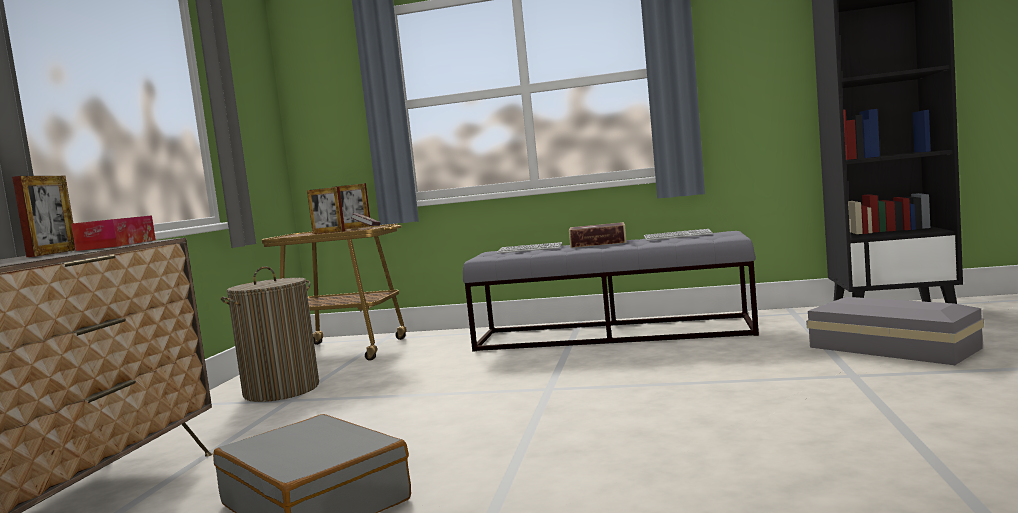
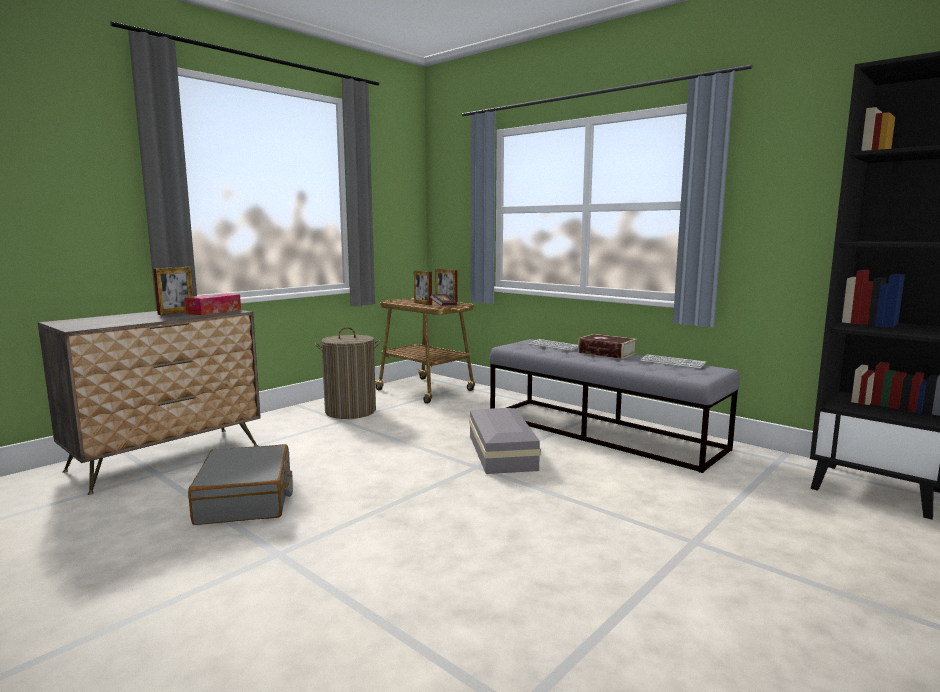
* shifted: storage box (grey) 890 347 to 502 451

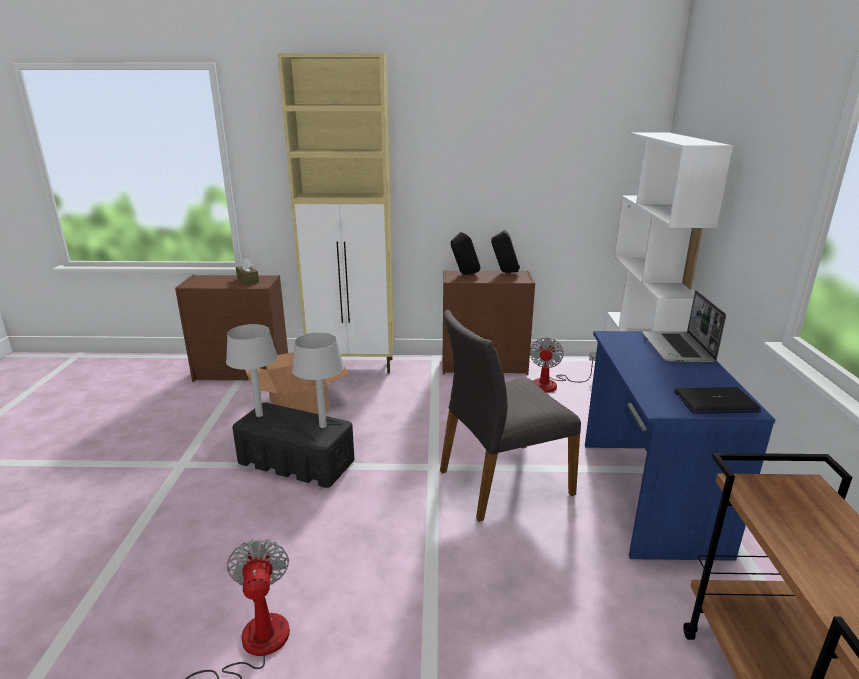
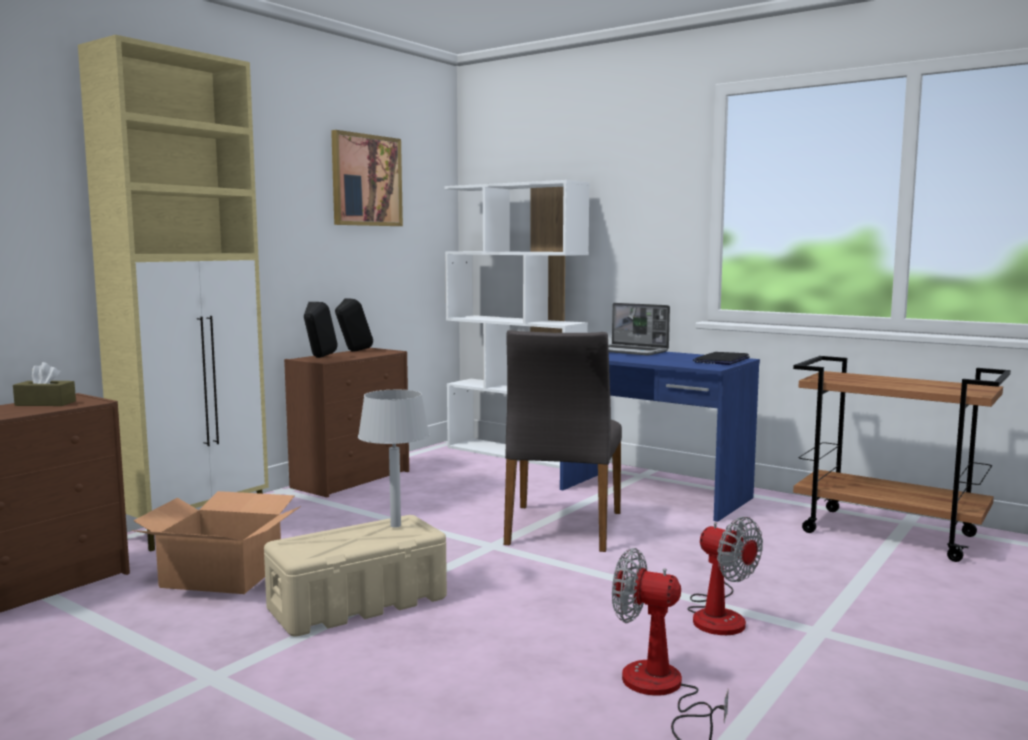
* repainted: storage box (black) 297 462 to storage box (beige) 359 603
* new: picture 366 180
* shifted: fan 552 384 to 718 614
* gone: table lamp (grey) 260 415

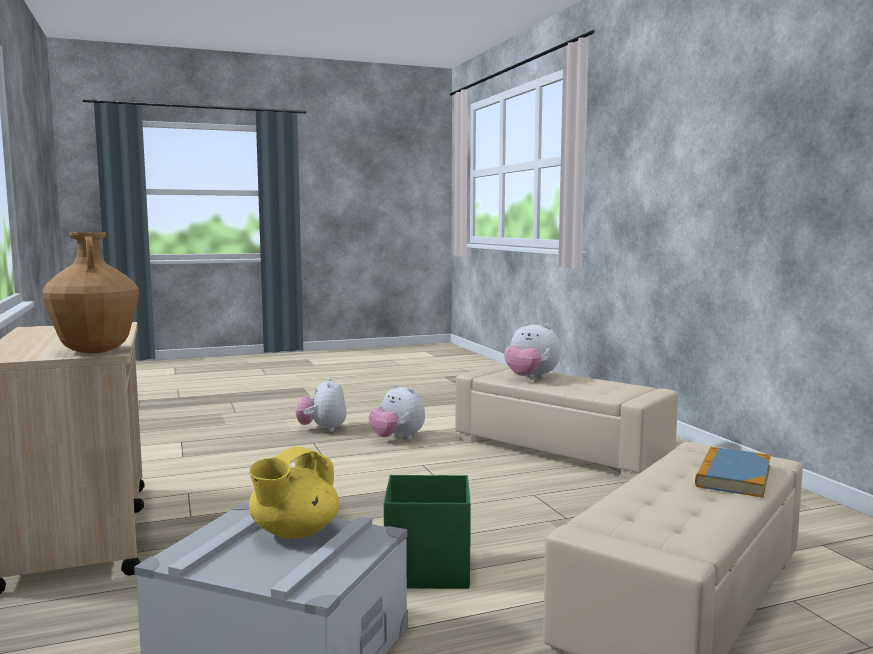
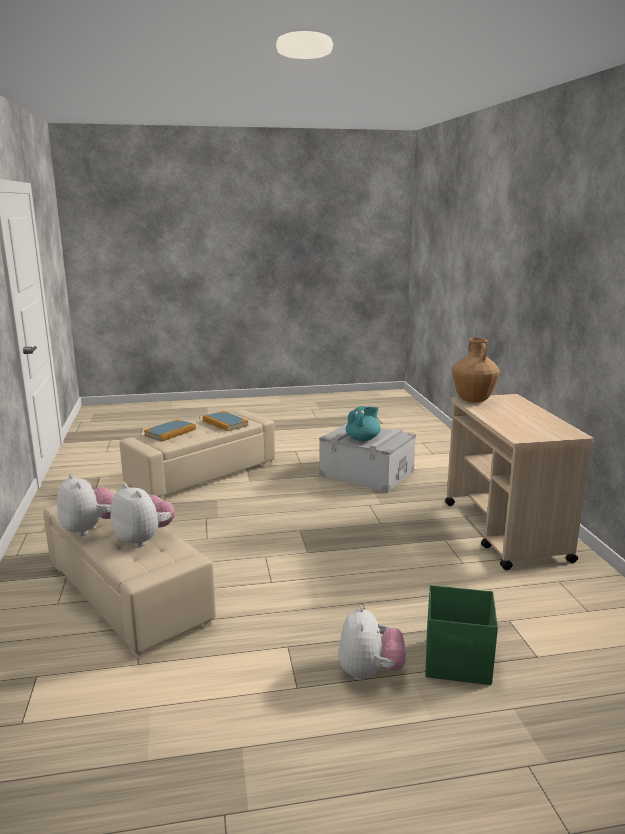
* shifted: plush toy 397 439 to 89 529
* new: book 225 423
* repainted: teapot (yellow) 293 533 to teapot (turquoise) 363 439
* shifted: storage box (green) 426 570 to 458 662

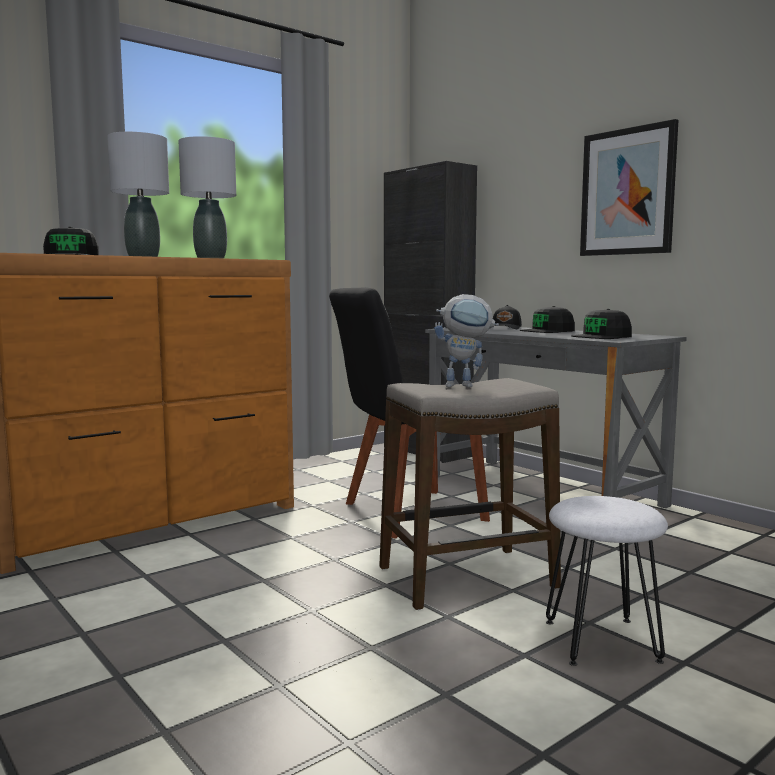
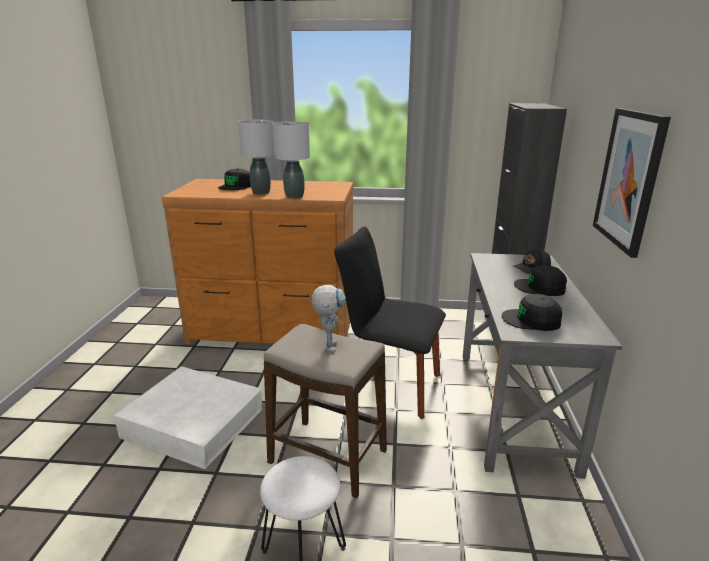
* new: storage box (white) 193 422
* rotated: toy robot 466 385 = 329 344 135 degrees counterclockwise

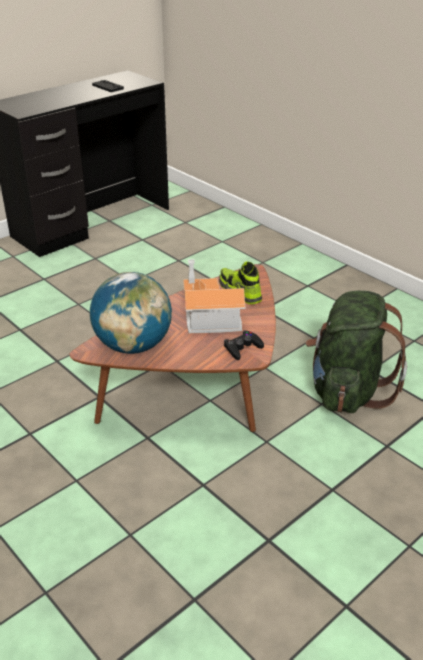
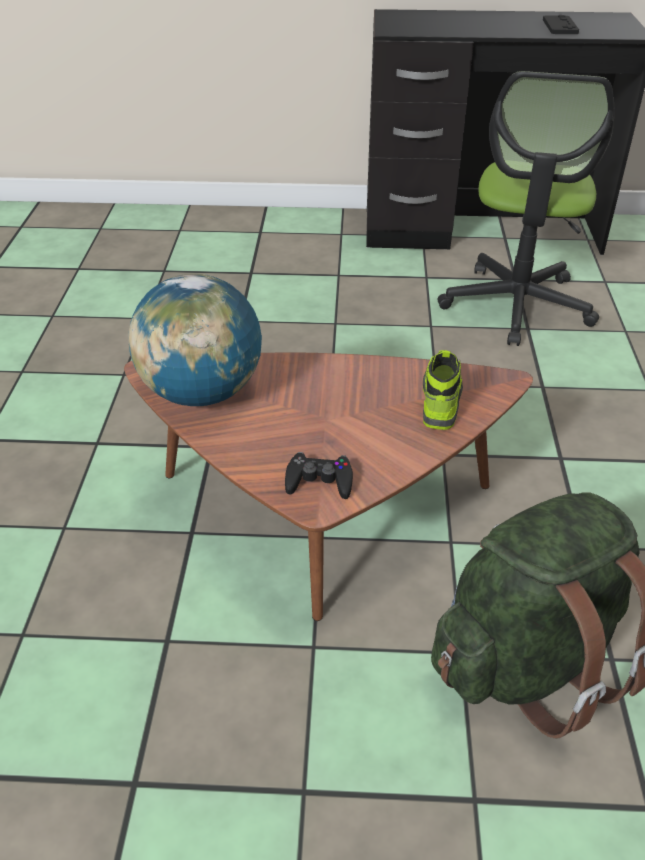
* new: office chair 516 305
* gone: toy house 208 316

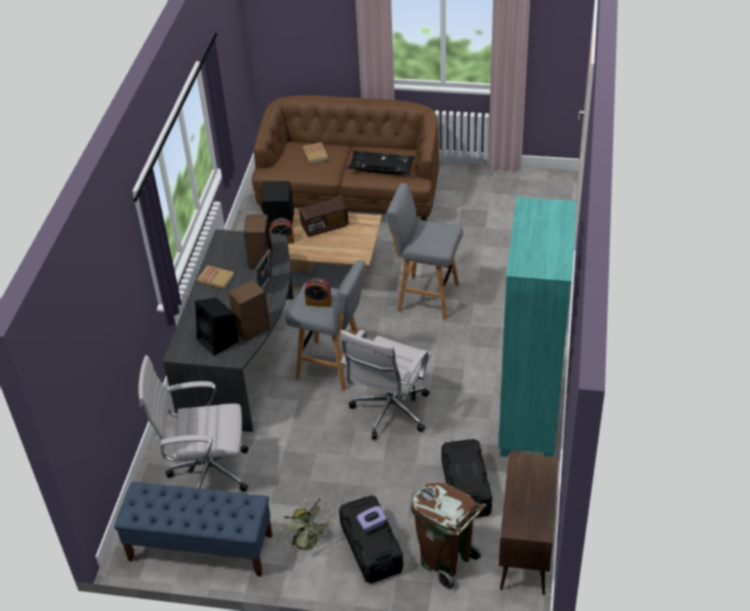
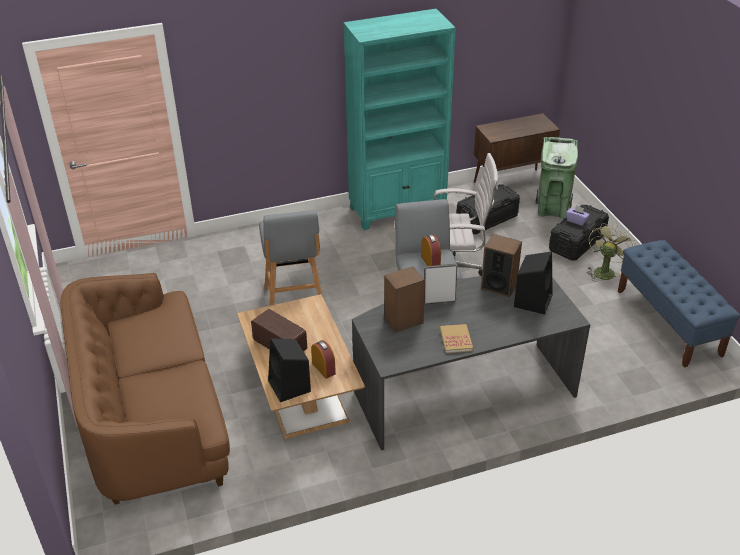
* repainted: trash can (brown) 446 561 to trash can (green) 552 209
* gone: office chair (white) 206 473
* gone: book 315 154
* gone: pillow (black) 381 168

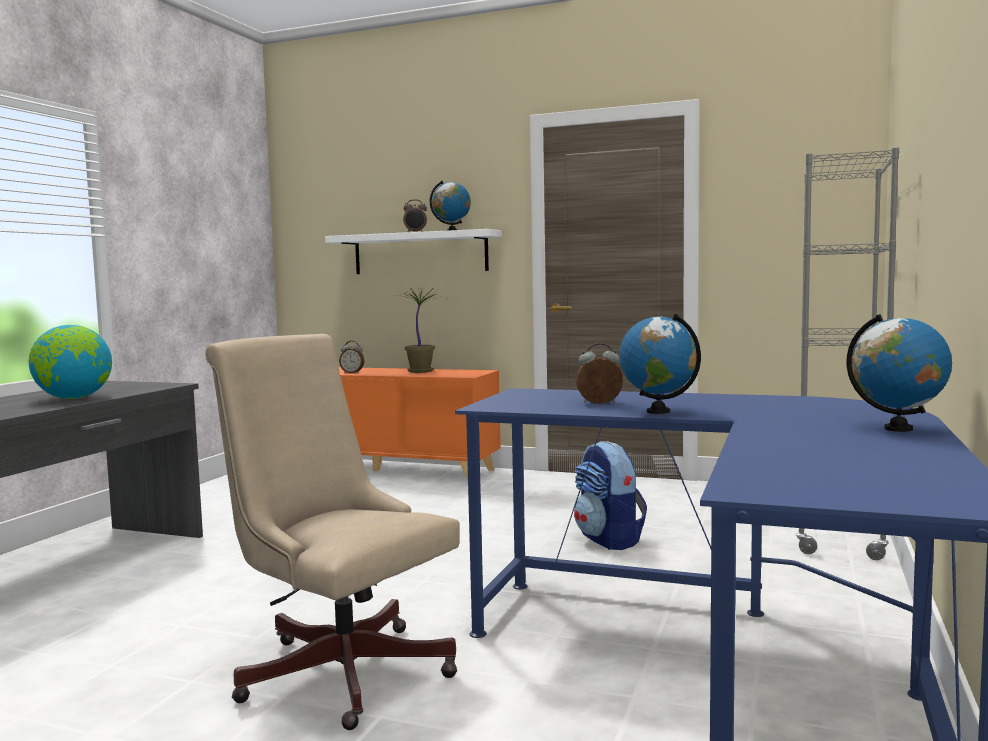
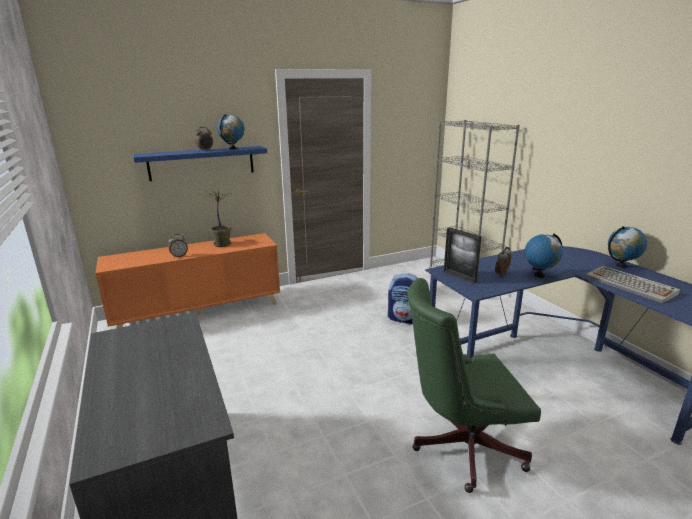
* repainted: shelf (white) 420 253 to shelf (blue) 202 163
* repainted: office chair (beige) 338 668 to office chair (green) 460 447
* new: picture frame 459 277
* new: keyboard 631 285
* gone: globe 73 398

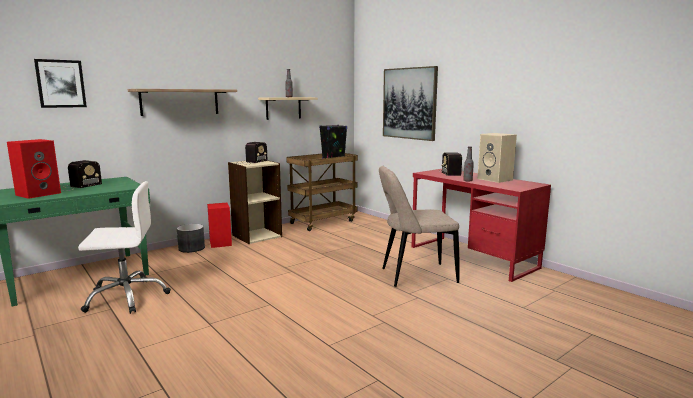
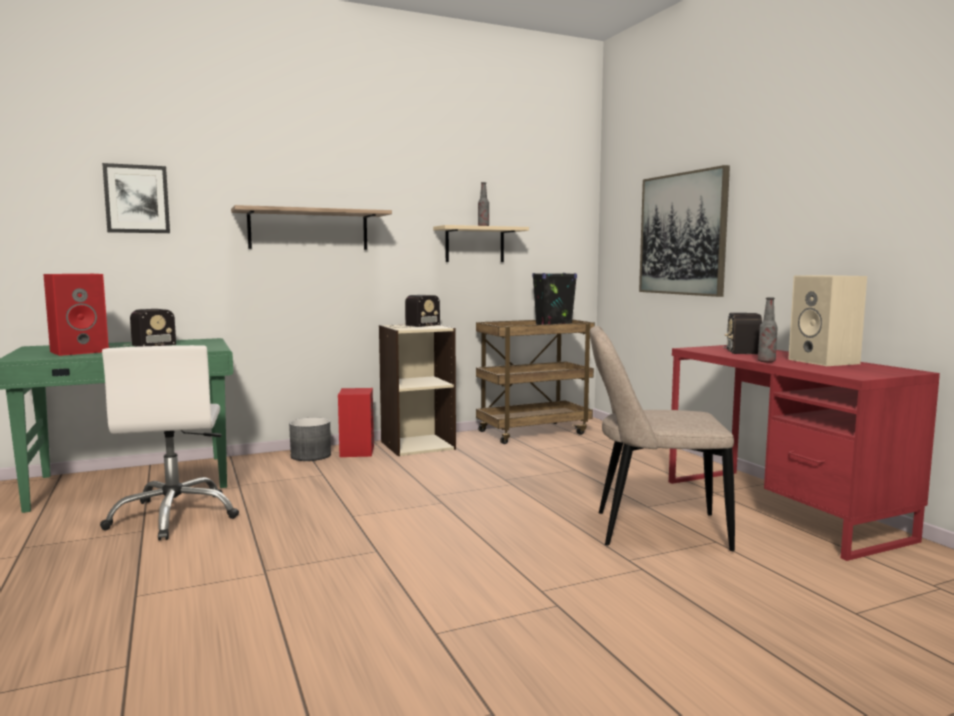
* rotated: office chair (white) 126 297 = 175 516 75 degrees clockwise

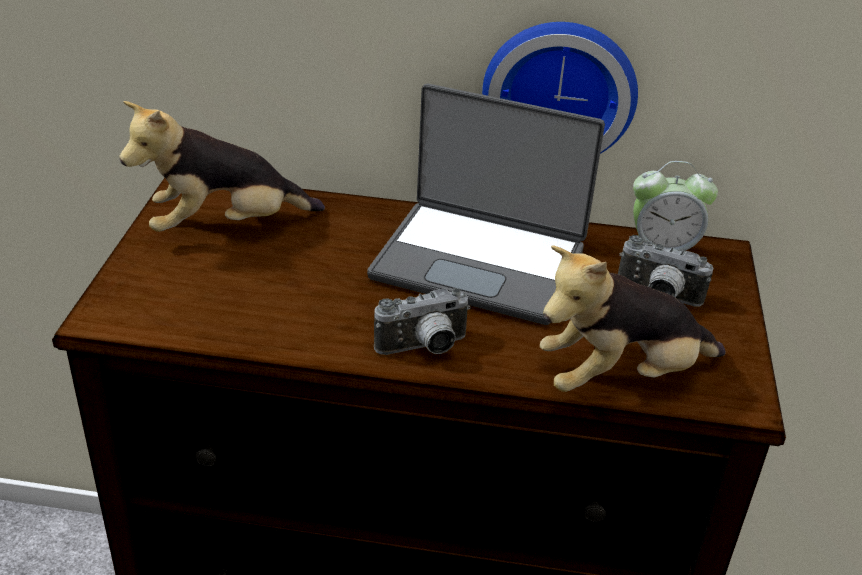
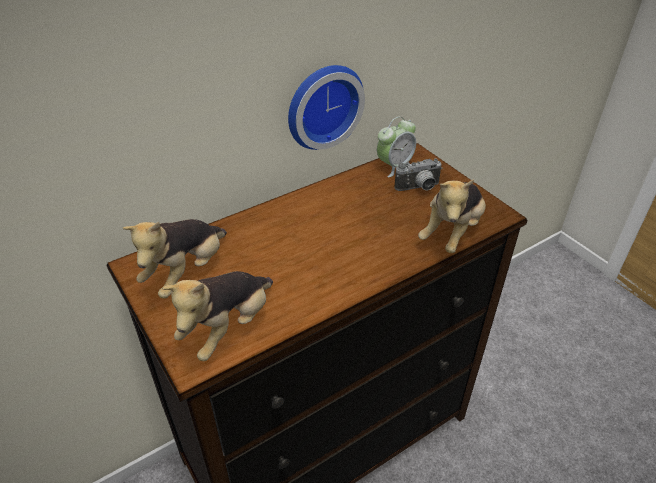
* new: plush toy 228 328
* gone: laptop 480 262
* gone: photo camera 424 349

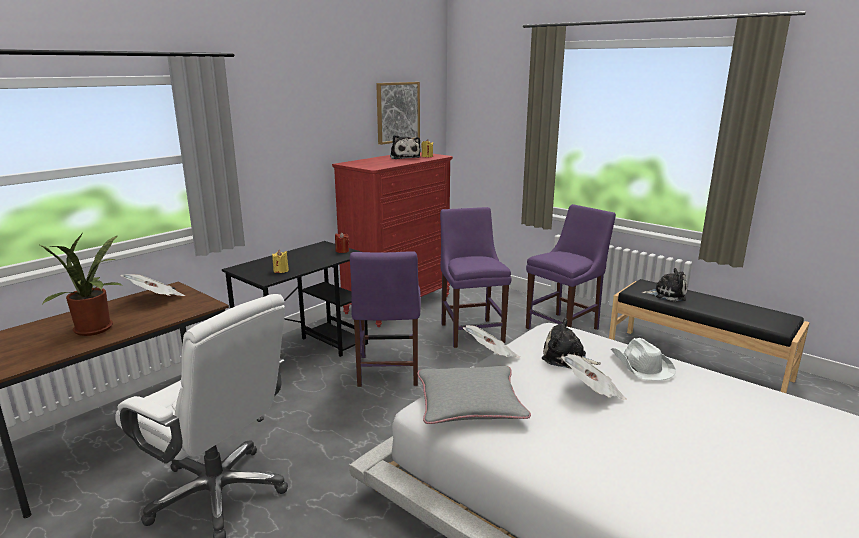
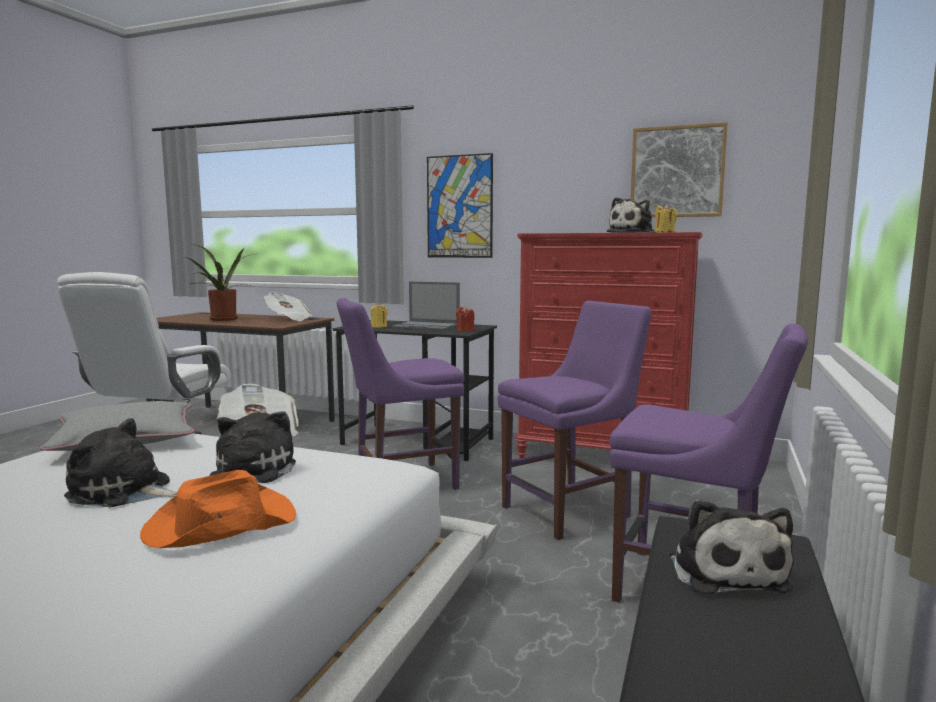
* swapped: newspaper 592 392 to plush toy 124 492
* repainted: hat (white) 640 365 to hat (orange) 219 524
* new: laptop 427 326
* new: picture 459 207

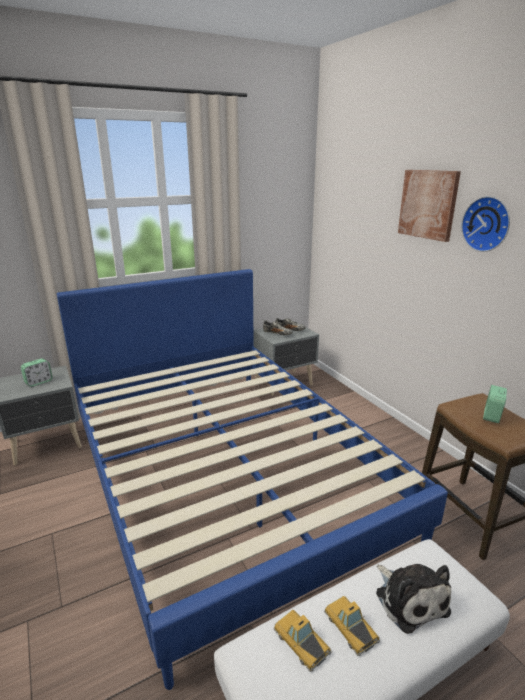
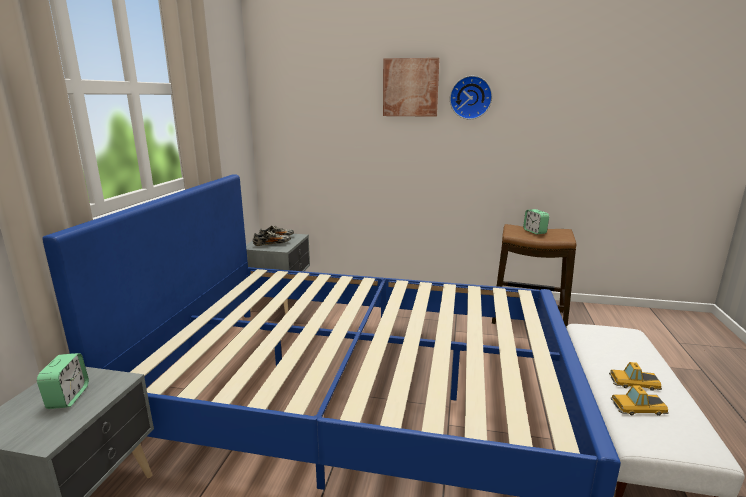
* gone: plush toy 409 599

